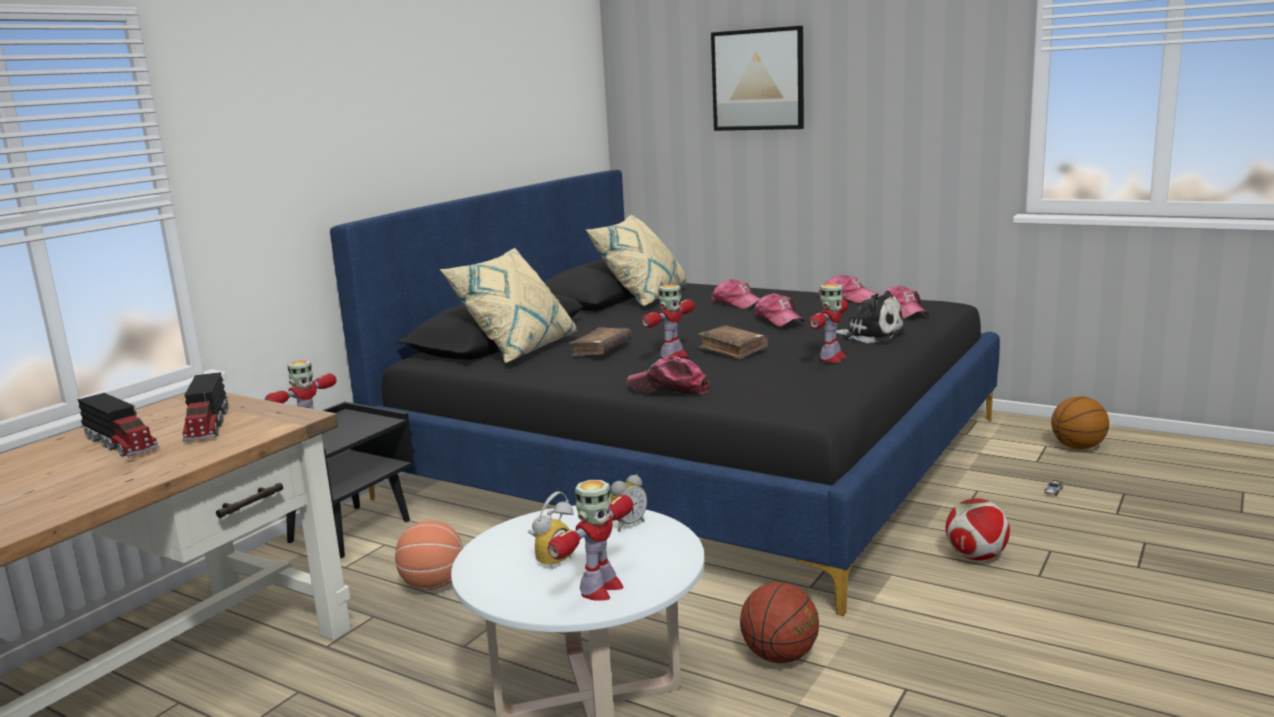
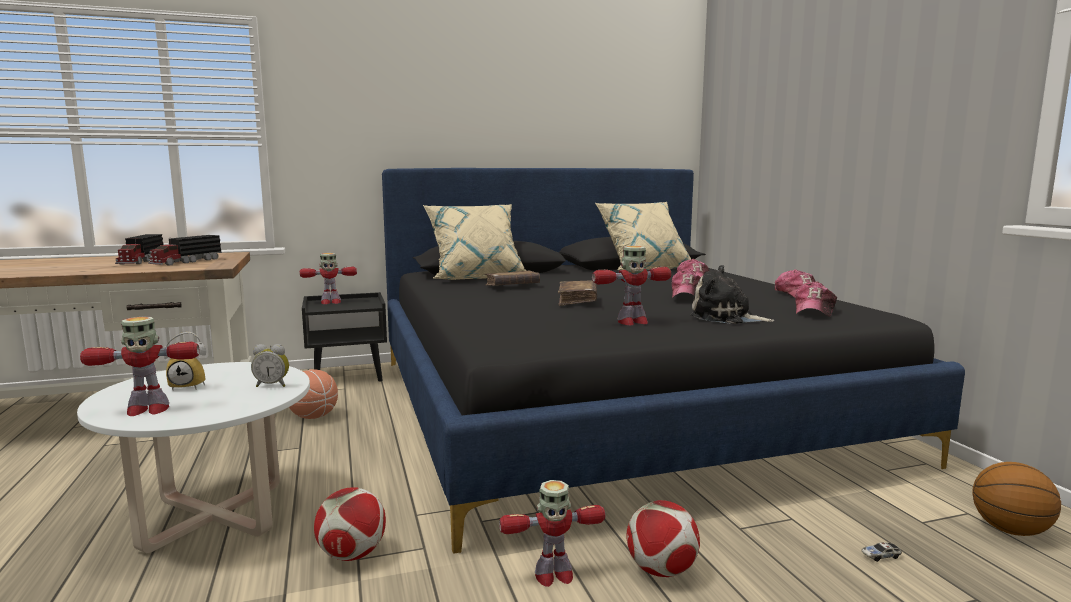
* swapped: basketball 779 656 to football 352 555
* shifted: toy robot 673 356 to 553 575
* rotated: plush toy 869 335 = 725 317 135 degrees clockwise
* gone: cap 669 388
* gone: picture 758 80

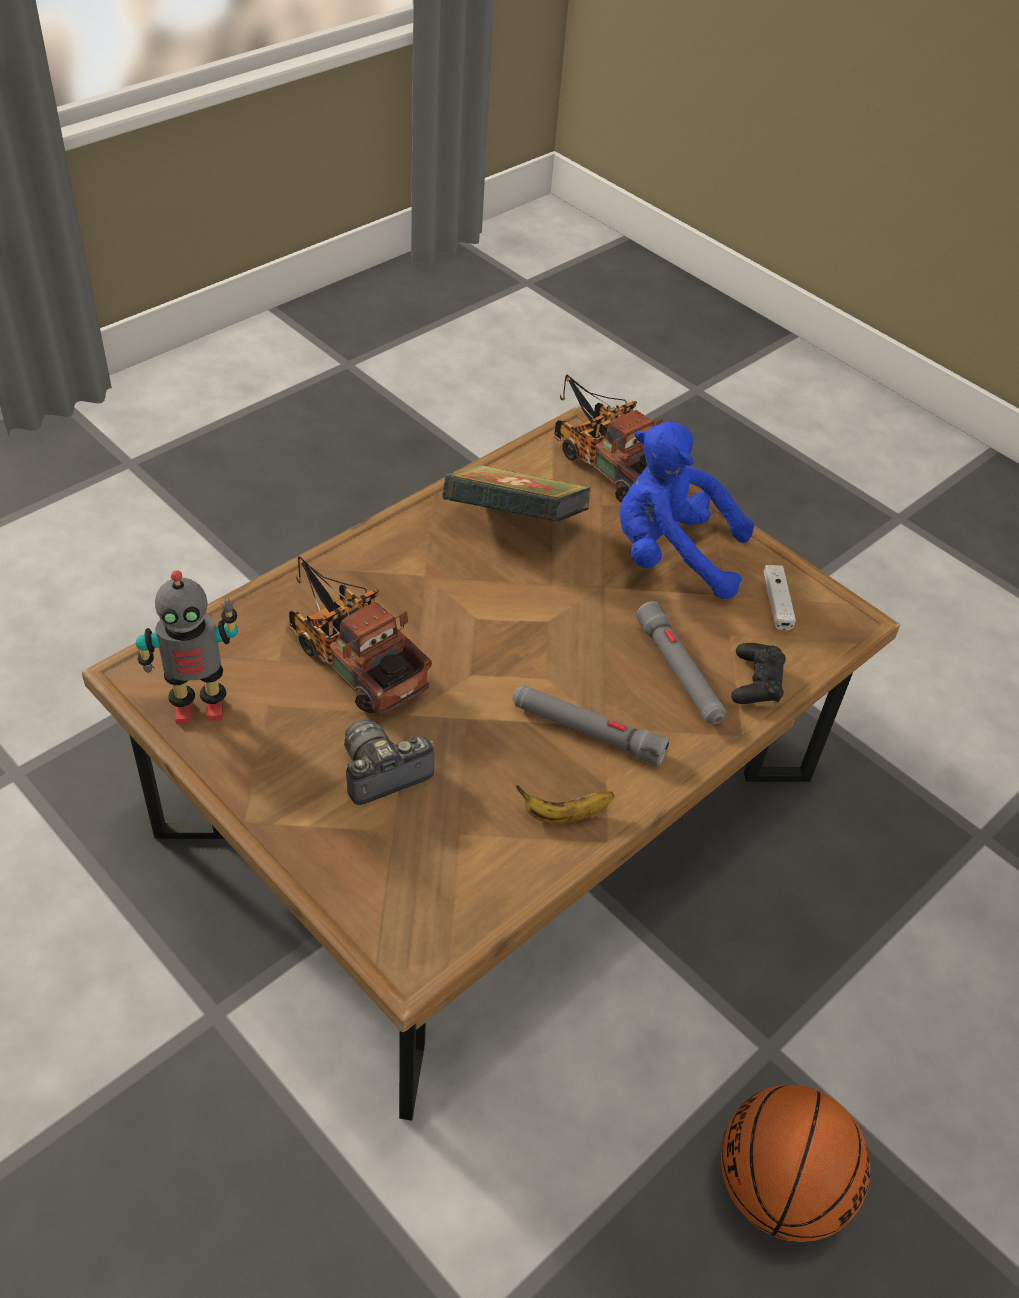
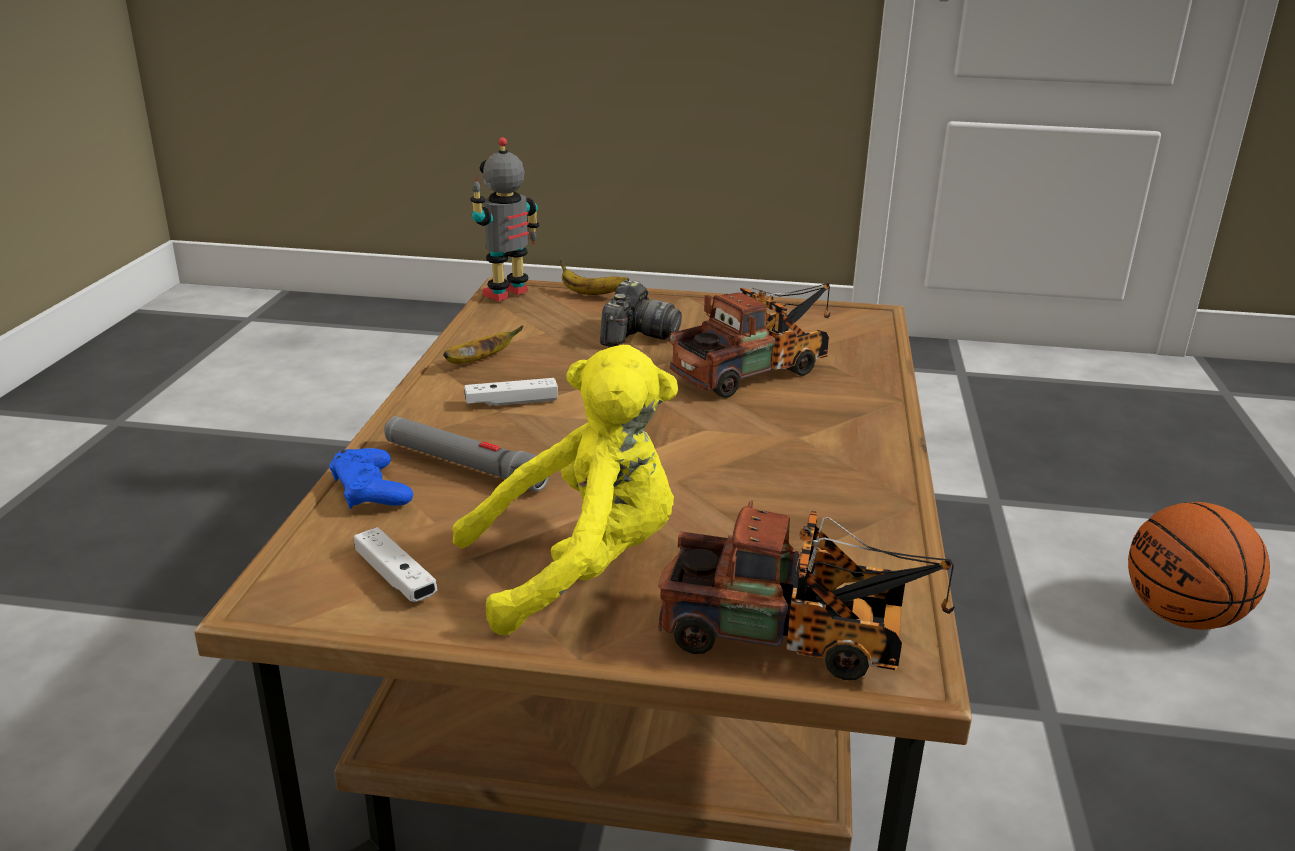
* repainted: game controller (black) 756 681 to game controller (blue) 371 490
* repainted: plush toy (blue) 670 555 to plush toy (yellow) 580 568
* swapped: flashlight (grey) 587 731 to game controller (white) 511 402
* shifted: toy robot 199 707 to 508 294
* new: banana 591 293
* rotated: toy truck 352 657 = 757 371 45 degrees counterclockwise
* shifted: basketball 778 1188 to 1182 616
* gone: book 514 524

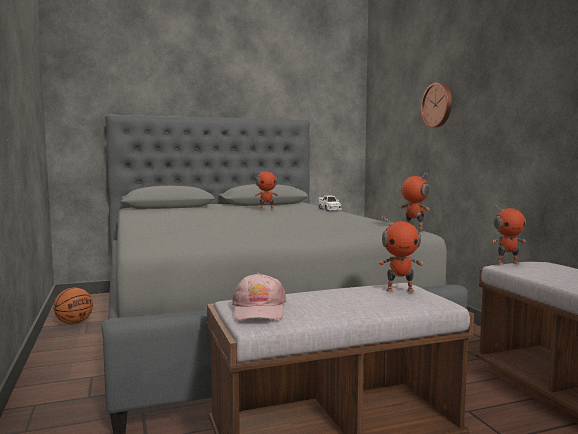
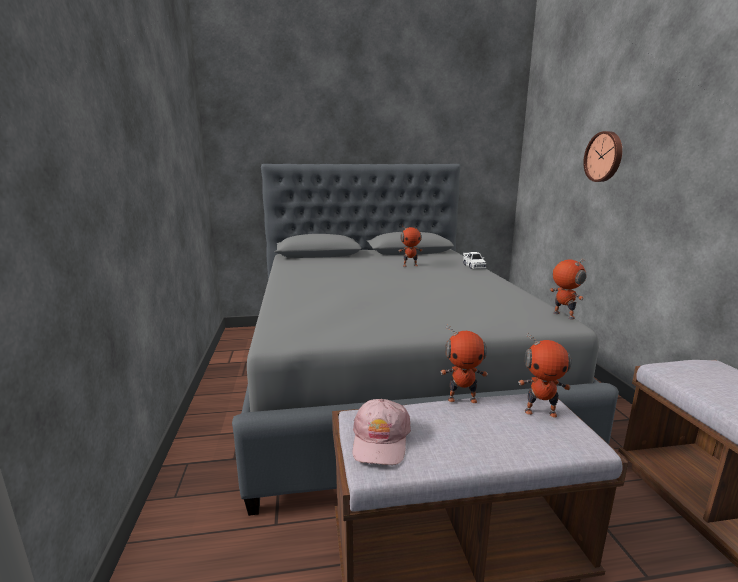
* shifted: toy robot 507 263 to 462 399
* gone: basketball 74 323

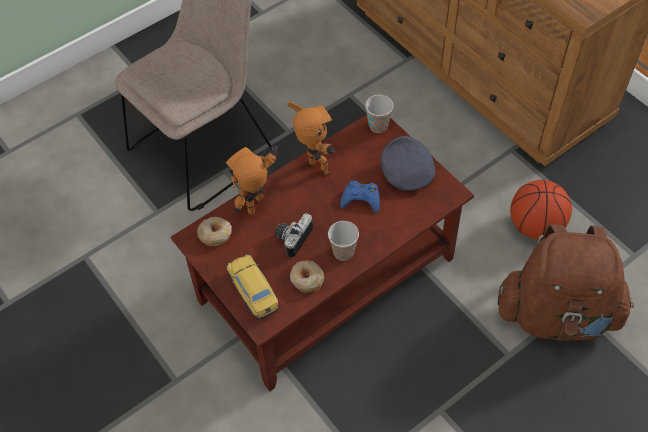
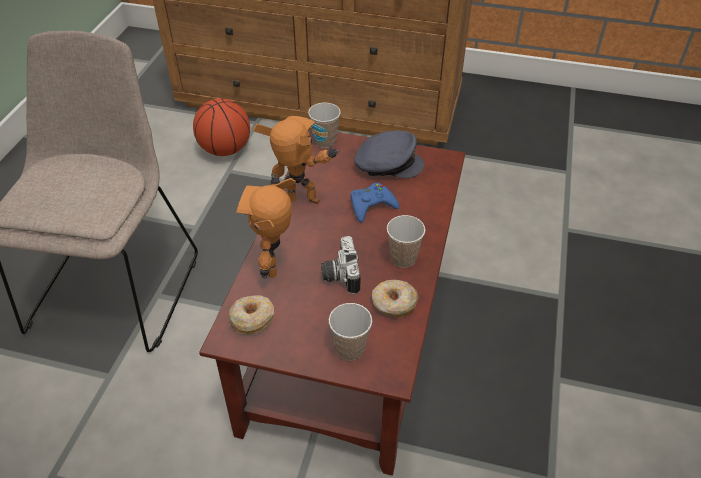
* shifted: basketball 535 226 to 225 150
* swapped: toy car 253 291 to cup 350 349
* rotated: cap (grey) 405 171 = 387 163 150 degrees clockwise
* gone: backpack (brown) 557 314

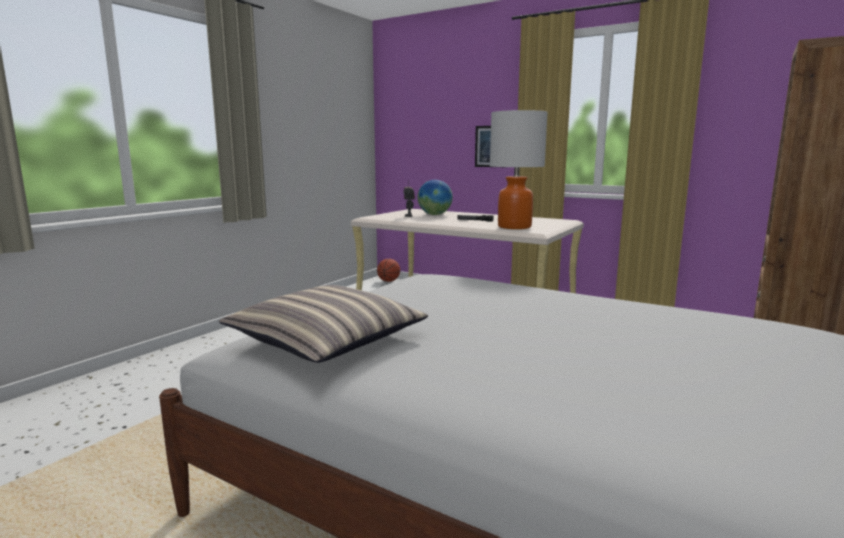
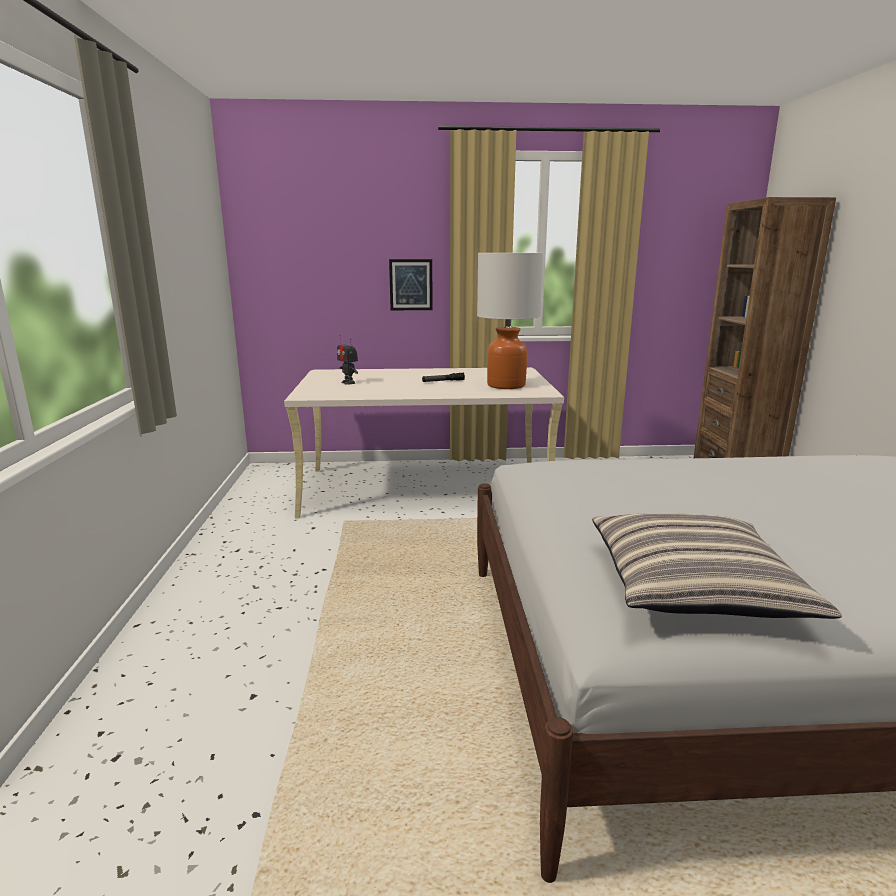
* gone: basketball 388 281
* gone: globe 434 214

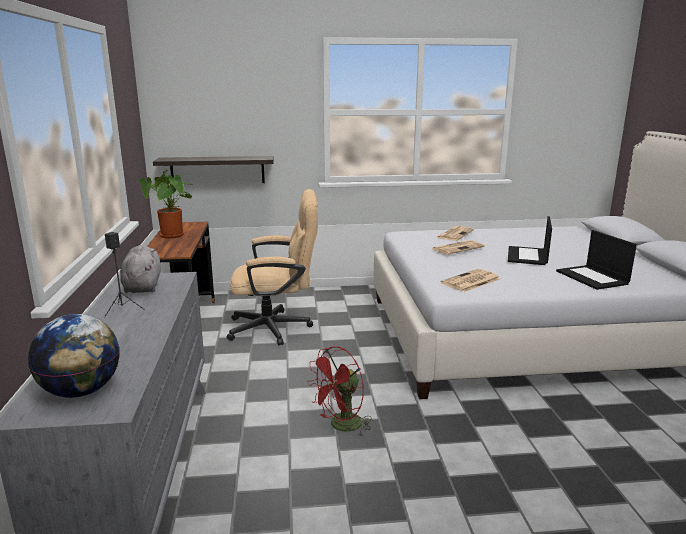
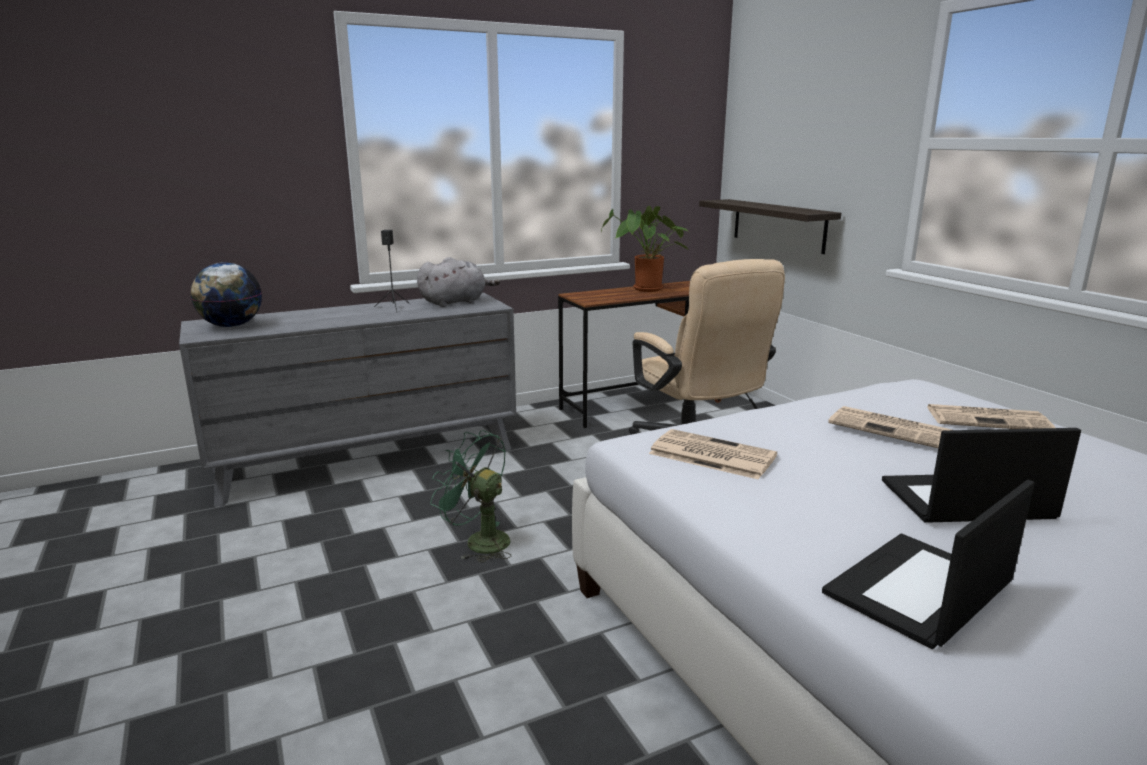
* repainted: fan (red) 341 426 to fan (green) 479 541

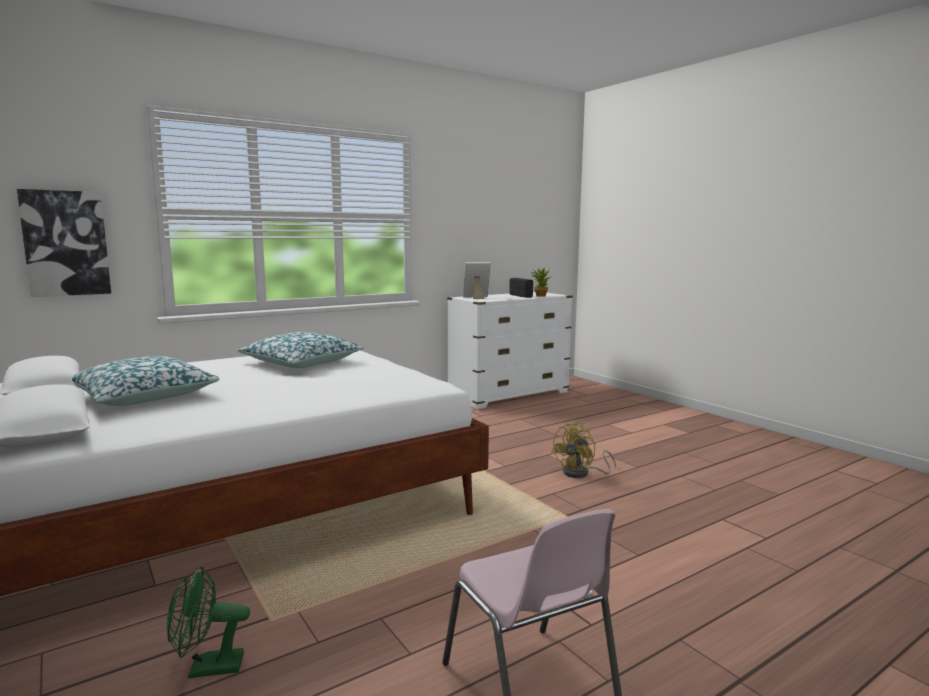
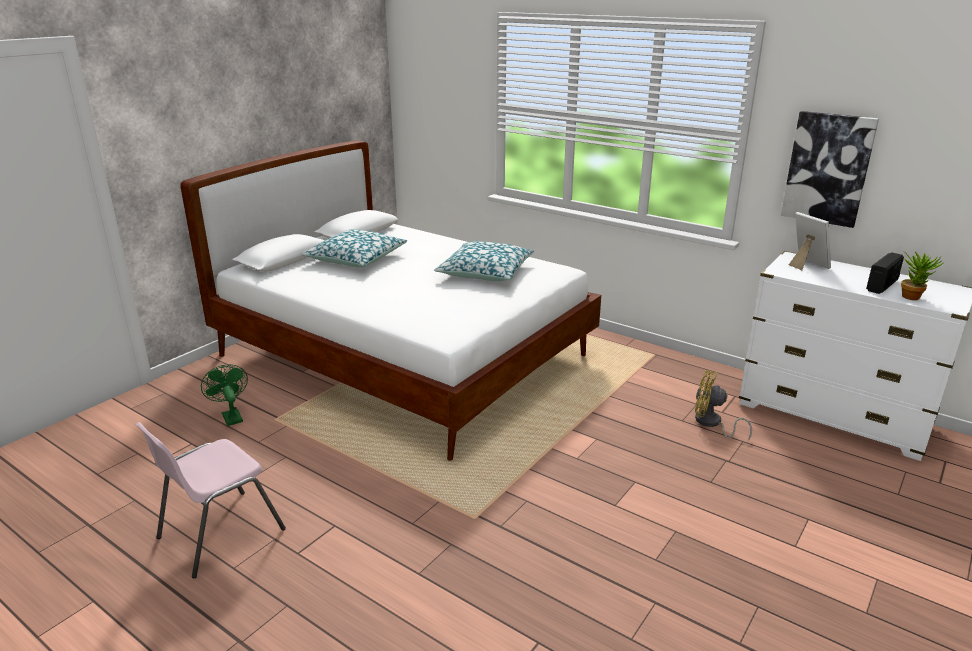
* shifted: fan (yellow) 581 473 to 711 423
* shifted: picture 66 243 to 828 168

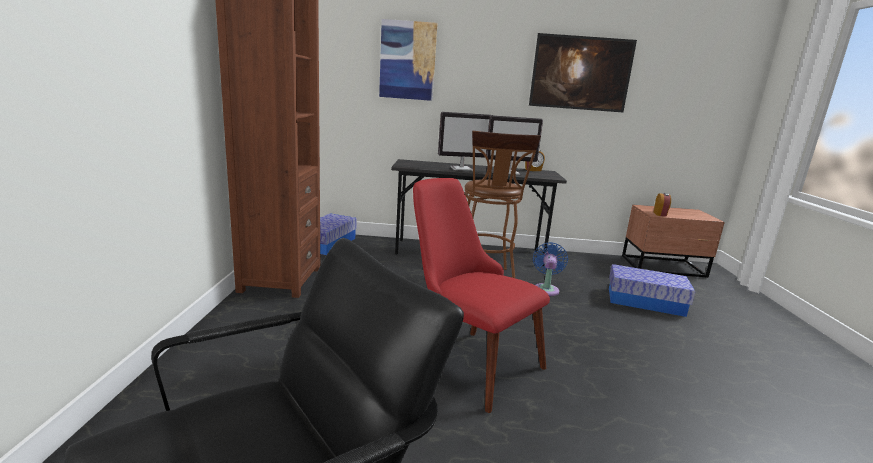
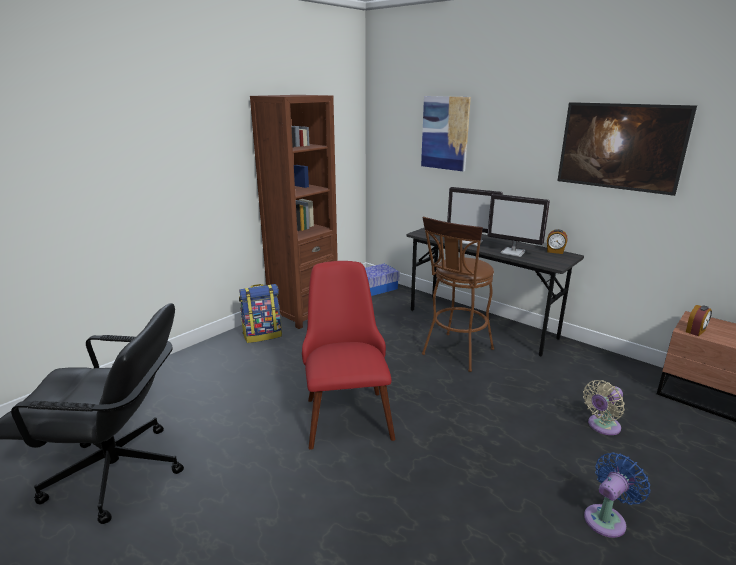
* new: backpack 263 335
* swapped: storage box 645 302 to fan (beige) 602 426
* shifted: fan (blue) 546 289 to 607 518

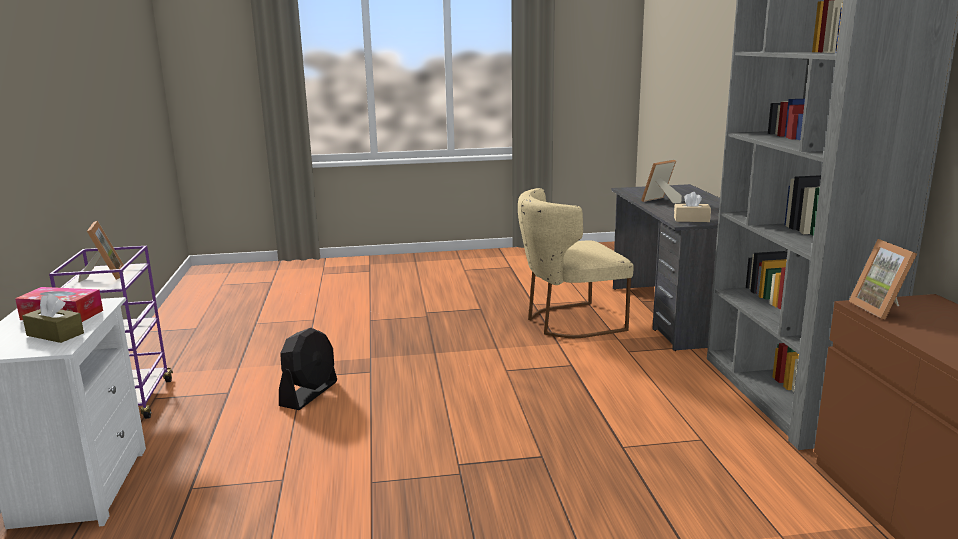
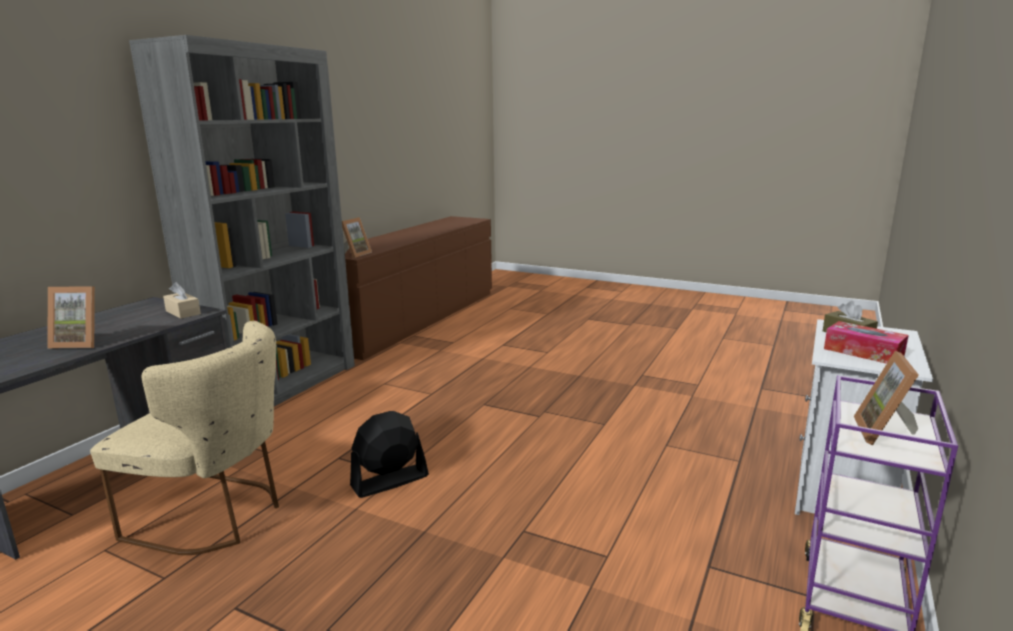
* shifted: fan (black) 309 393 to 389 481

